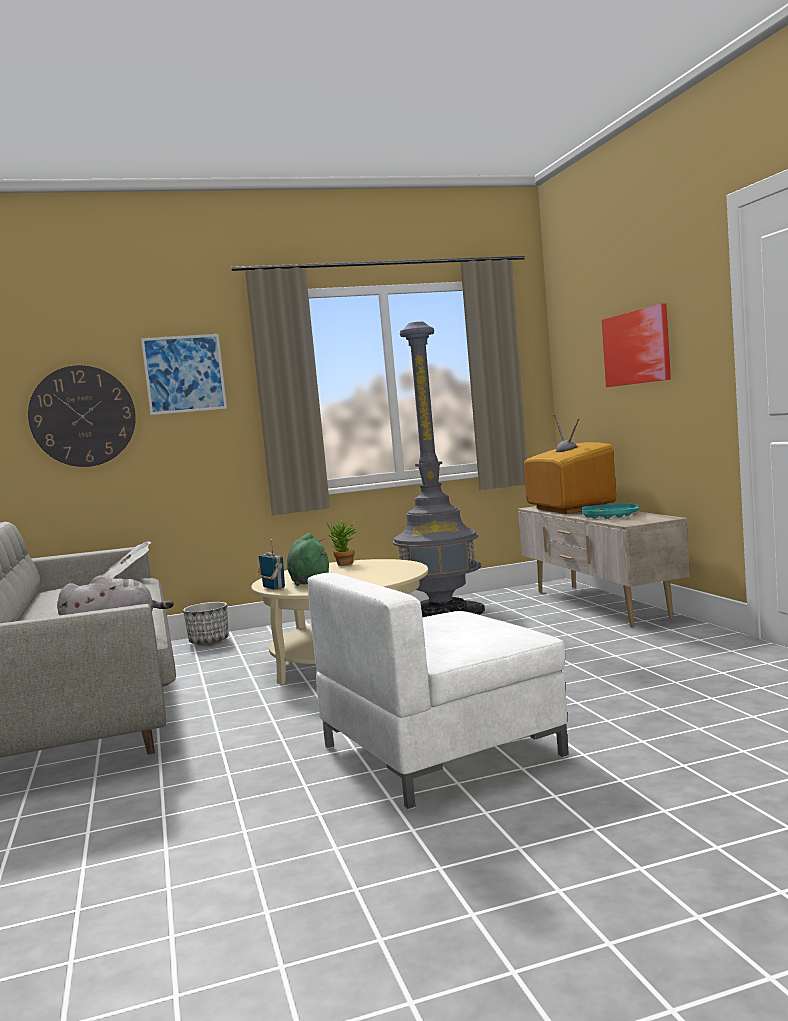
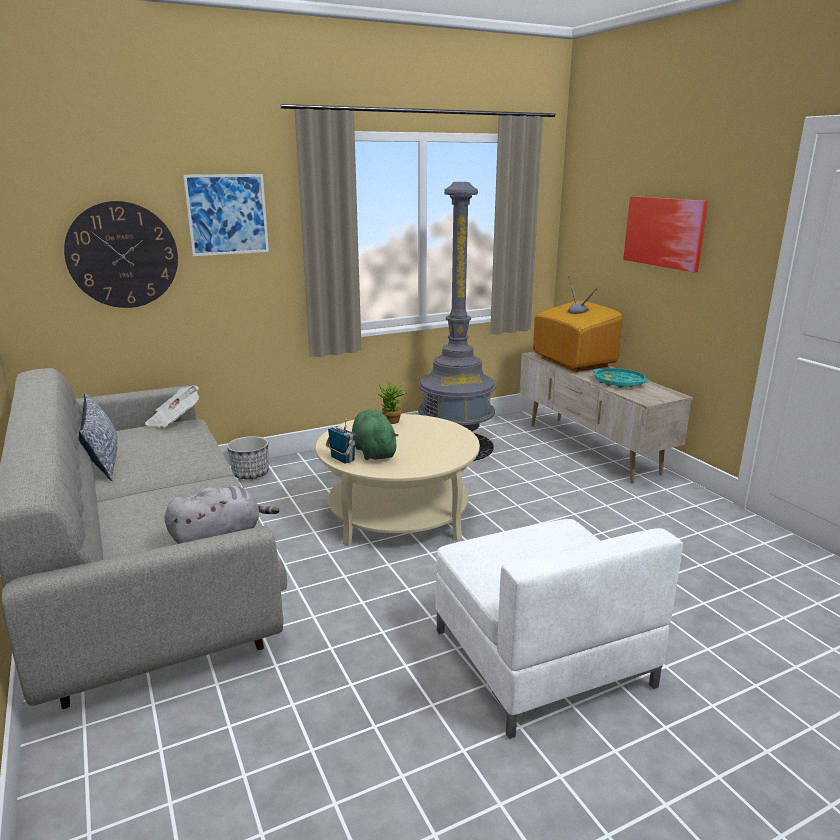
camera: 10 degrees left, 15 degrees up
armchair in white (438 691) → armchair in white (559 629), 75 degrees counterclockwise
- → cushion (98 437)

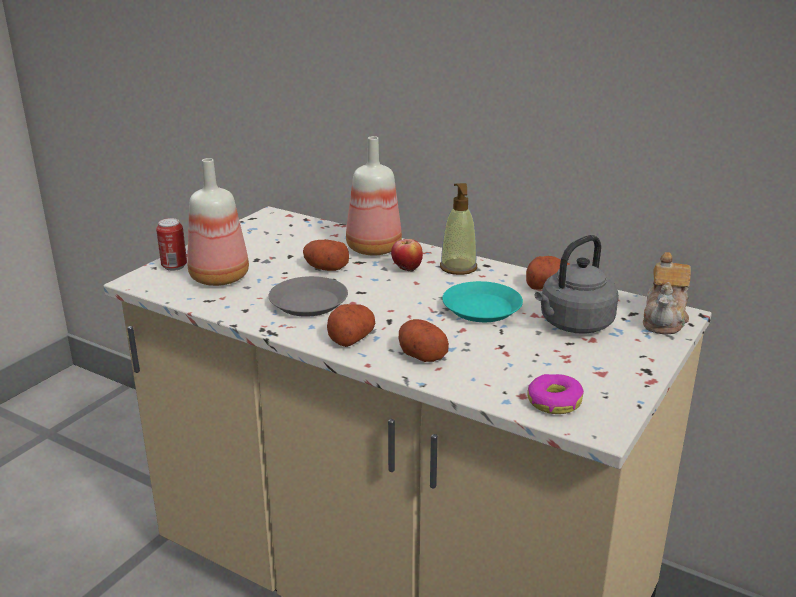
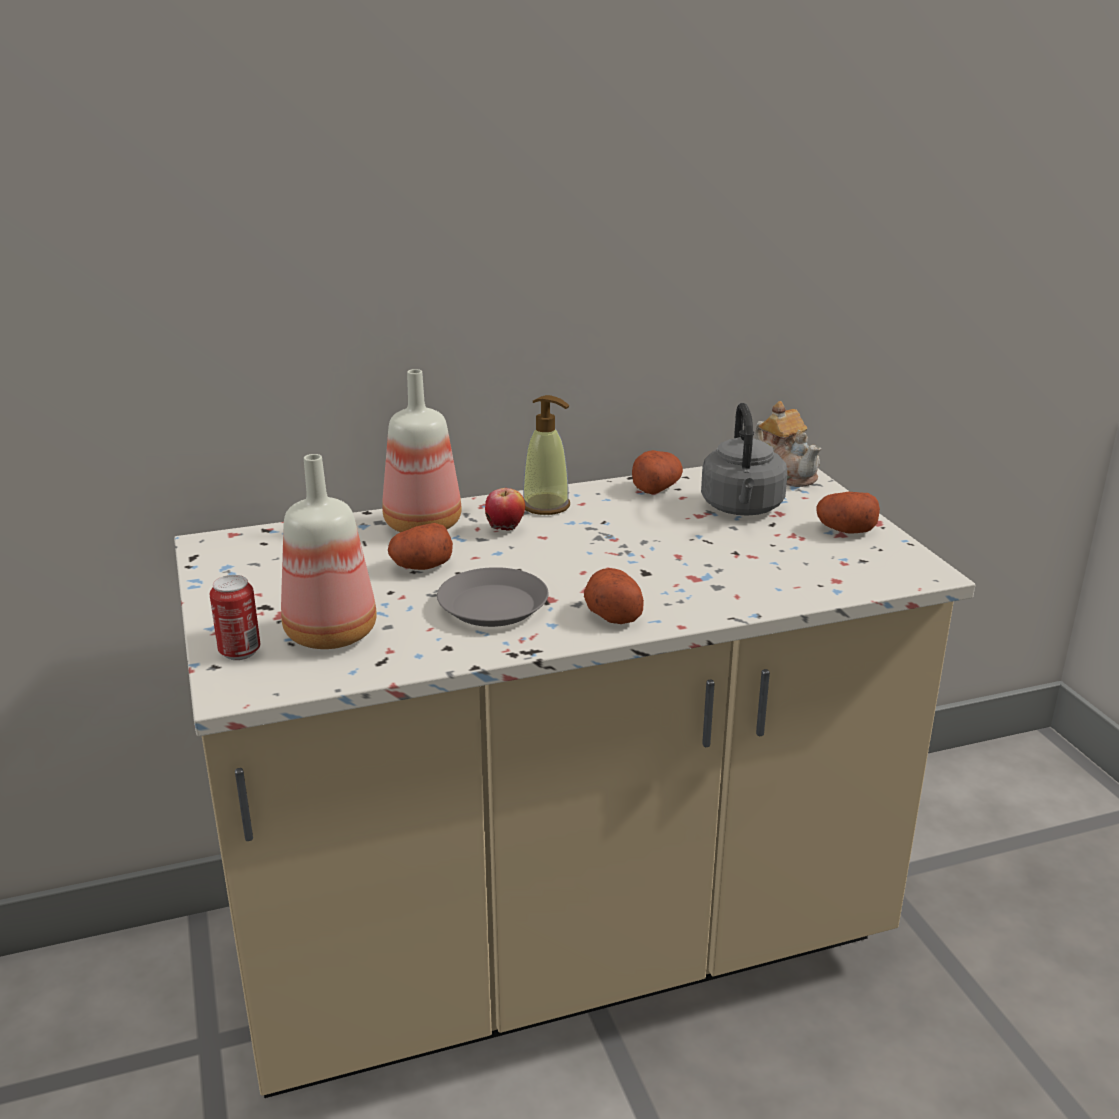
camera: 50 degrees left, 0 degrees up
plate in turquoise (482 301) → -
whole potato (424 340) → whole potato (848 512), move
donut (555 394) → -

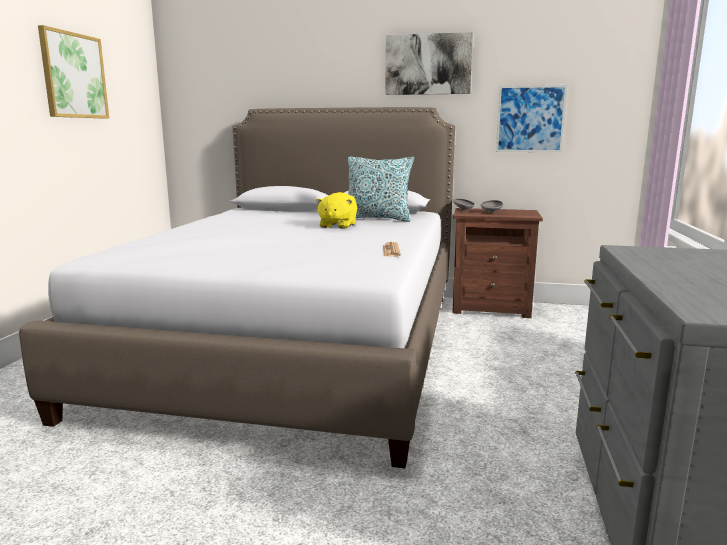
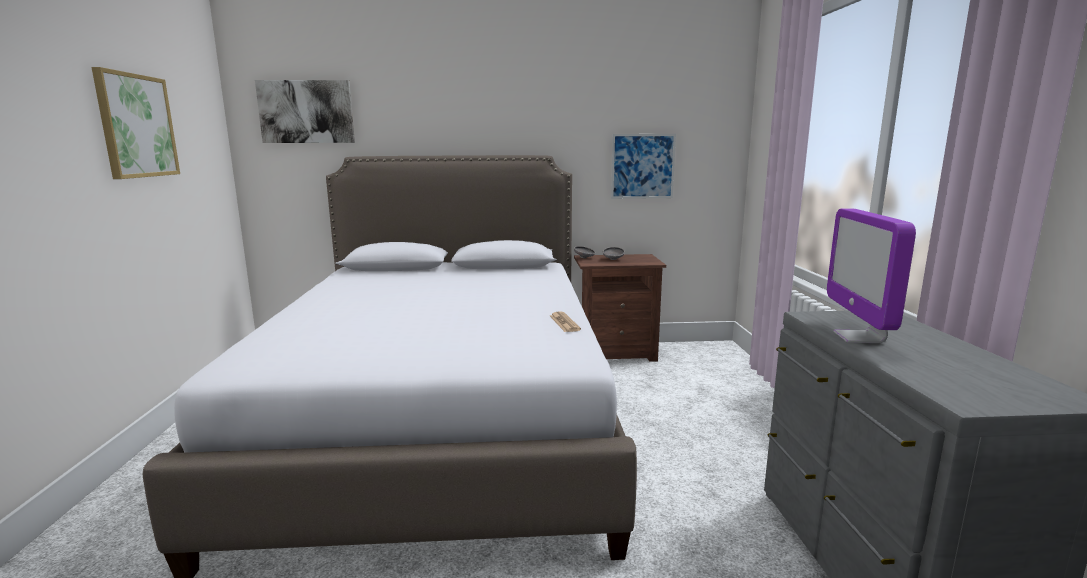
camera: 15 degrees left, 0 degrees up
picture (429 63) → picture (305 111), move
cushion (381 189) → -
cuddly toy in yellowish (336 210) → -
- → monitor (871 276)

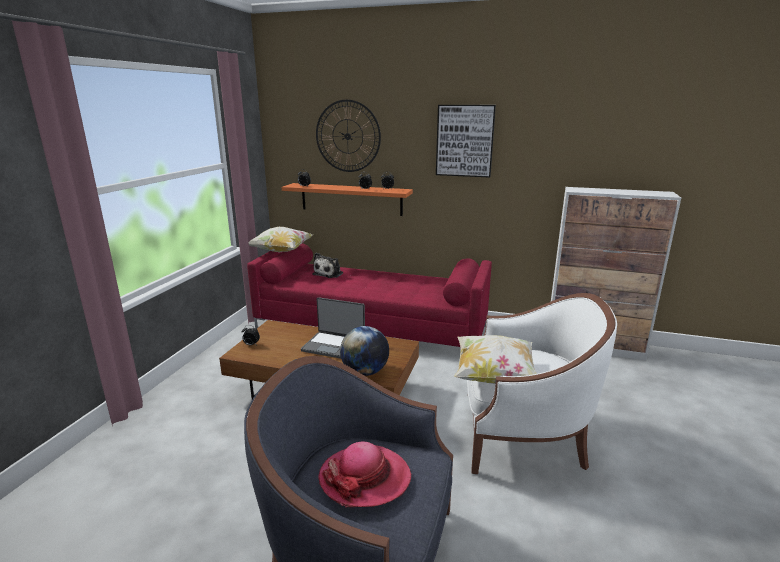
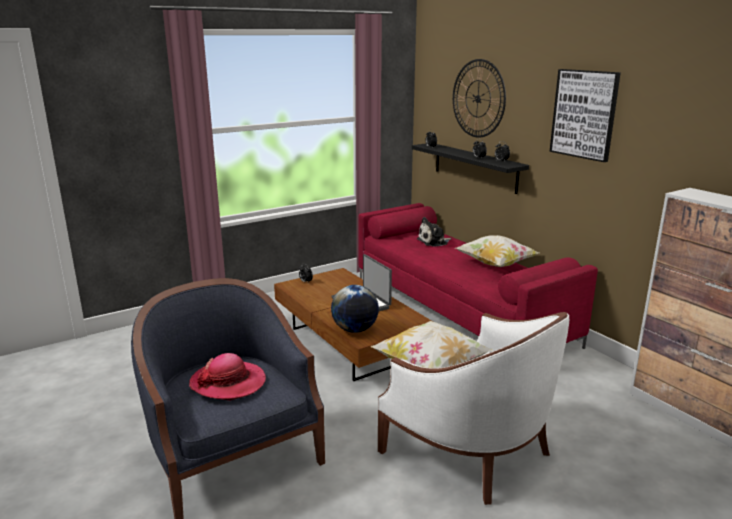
camera: 40 degrees right, 0 degrees up
wall shelf in orange-coloured (347 199) → wall shelf in black-coloured (470 169)
cushion (281 240) → cushion (497 251), move

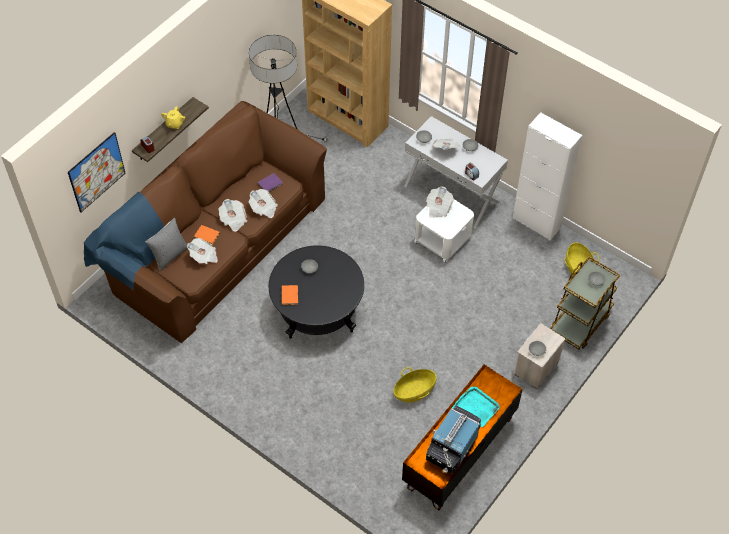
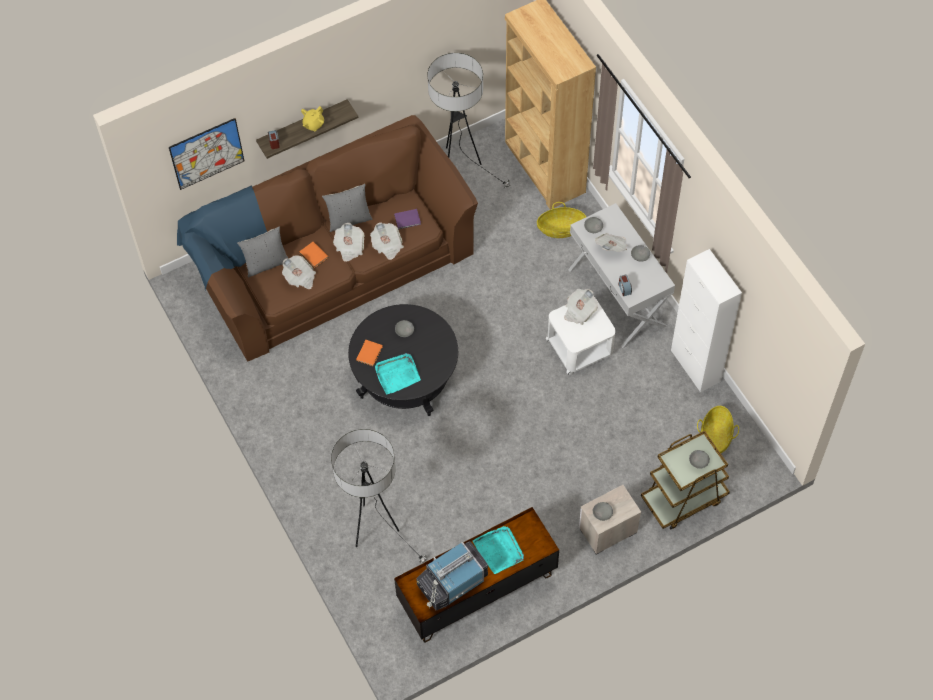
camera: 25 degrees right, 5 degrees up
storage basket (415 384) → storage basket (561 220), move
- → cushion in greyish (347 208)
- → serving tray in turquoise (398 374)
- → standing lamp (379 496)

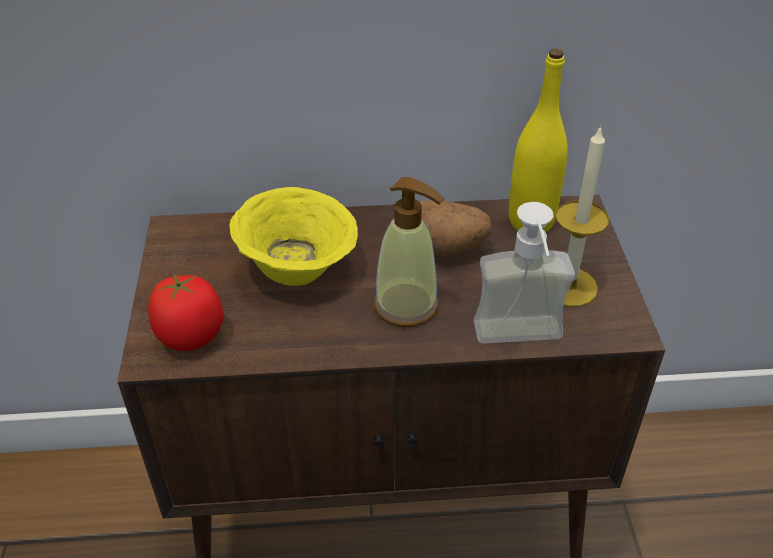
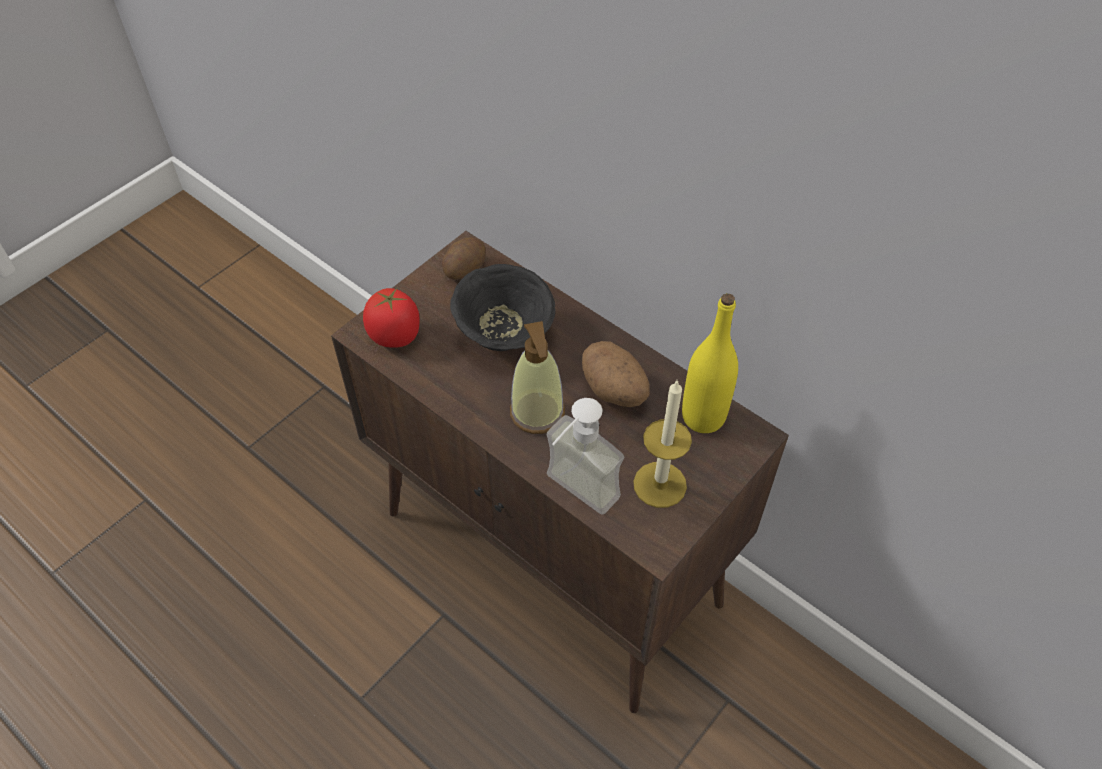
camera: 45 degrees right, 10 degrees up
serving bowl in yellowish (293 236) → serving bowl in black-coloured (503 307)
- → whole potato (464 258)

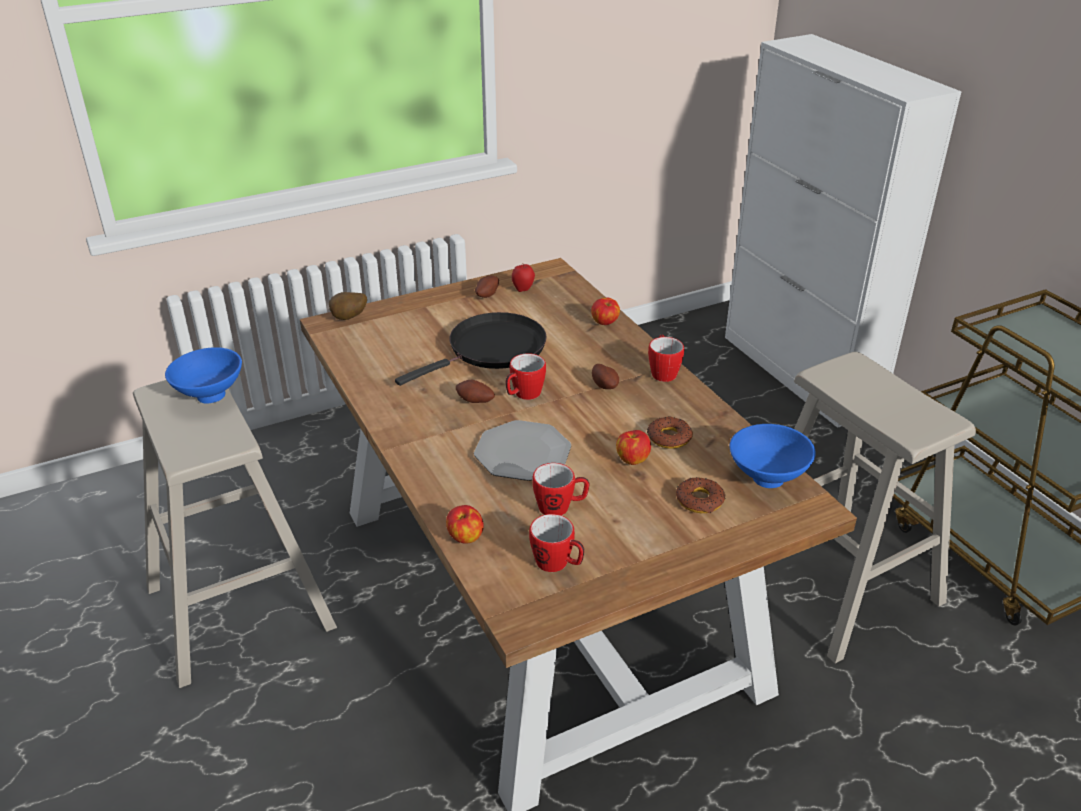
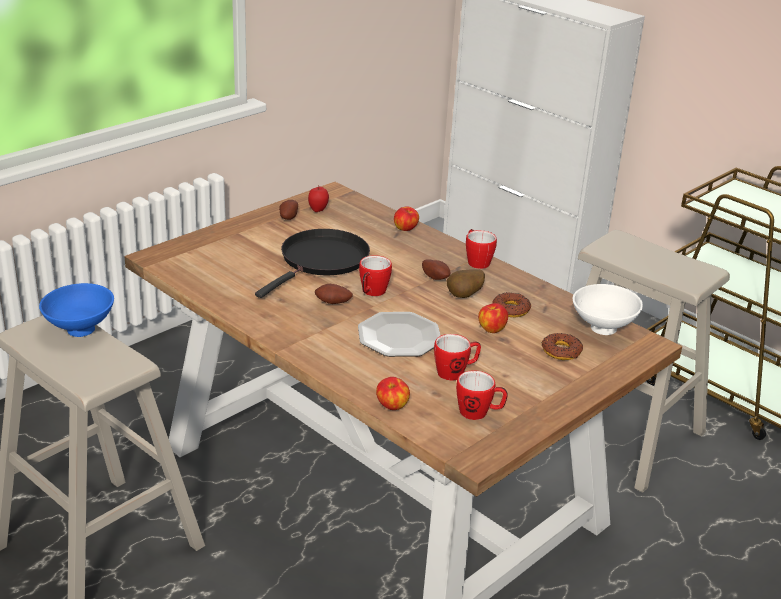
camera: 20 degrees left, 5 degrees down
whole potato (348 306) → whole potato (466 283), move
serving bowl in blue (773 456) → serving bowl in white (608 309)

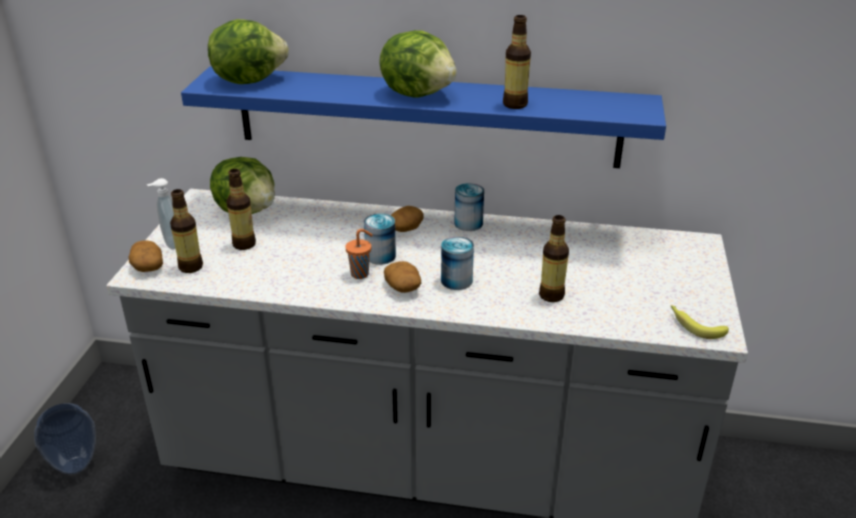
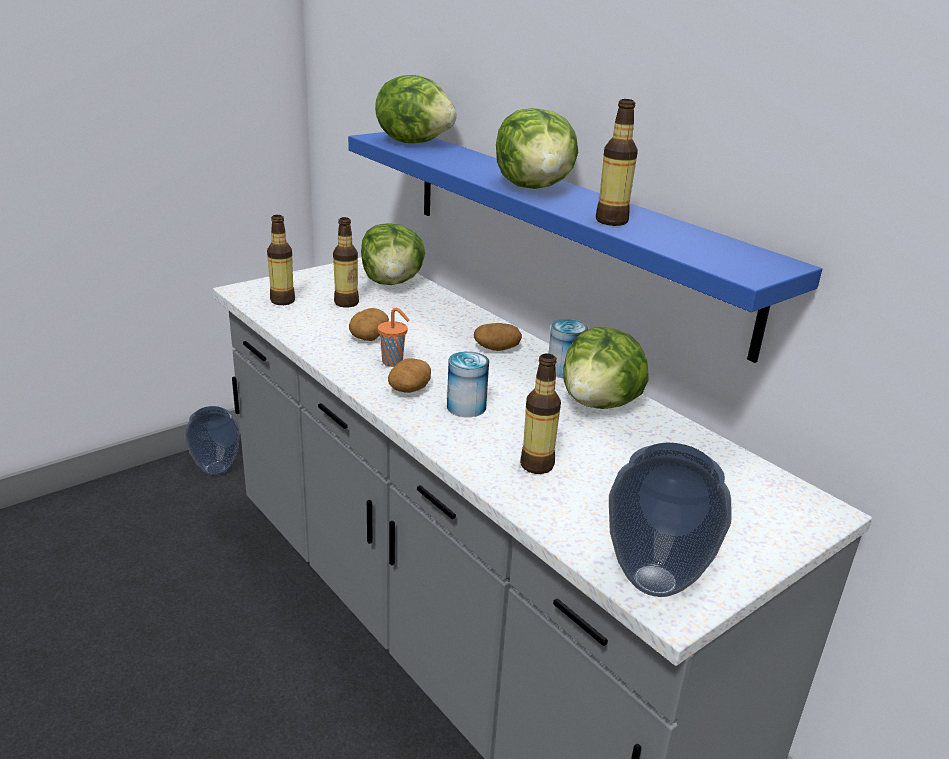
camera: 40 degrees right, 5 degrees down
soap dispenser (161 214) → -
sealed can (380 239) → -
whole potato (146 256) → whole potato (369 324), move
whole banana (700 322) → decorative vase (670 520)
- → lettuce (606 368)

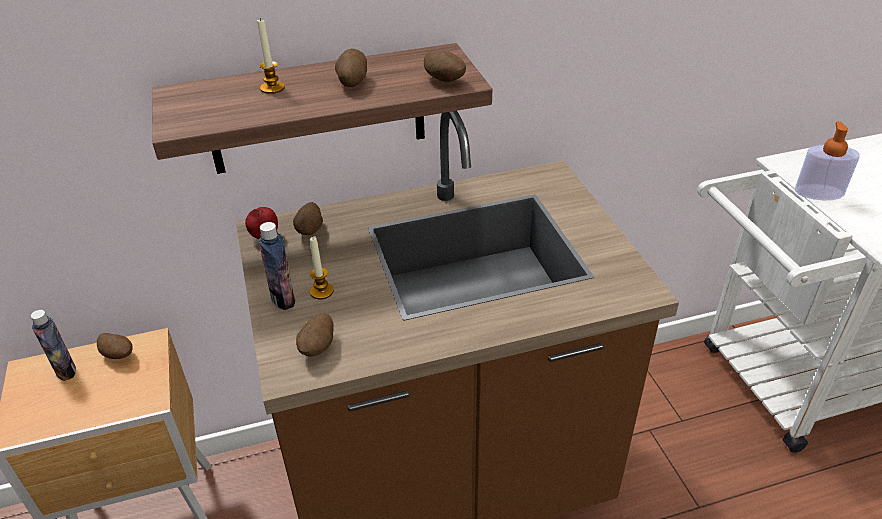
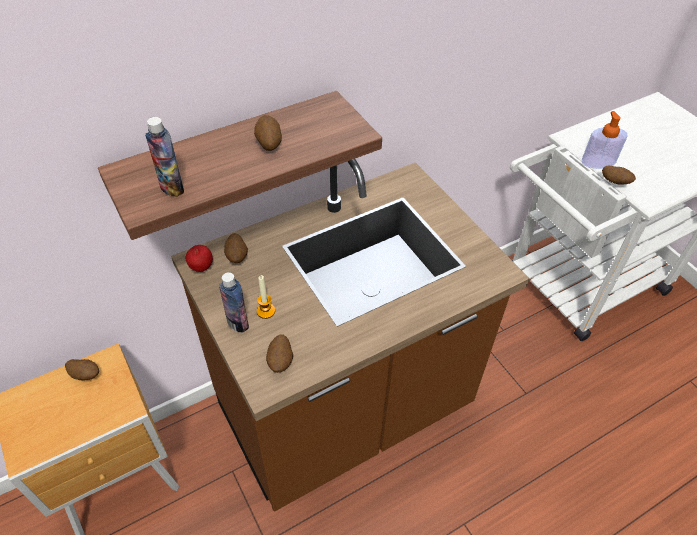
camera: 15 degrees left, 10 degrees up
wax candle (271 56) → -
whole potato (445 66) → whole potato (619 175), move
drink bottle (53 345) → drink bottle (164 157), move

